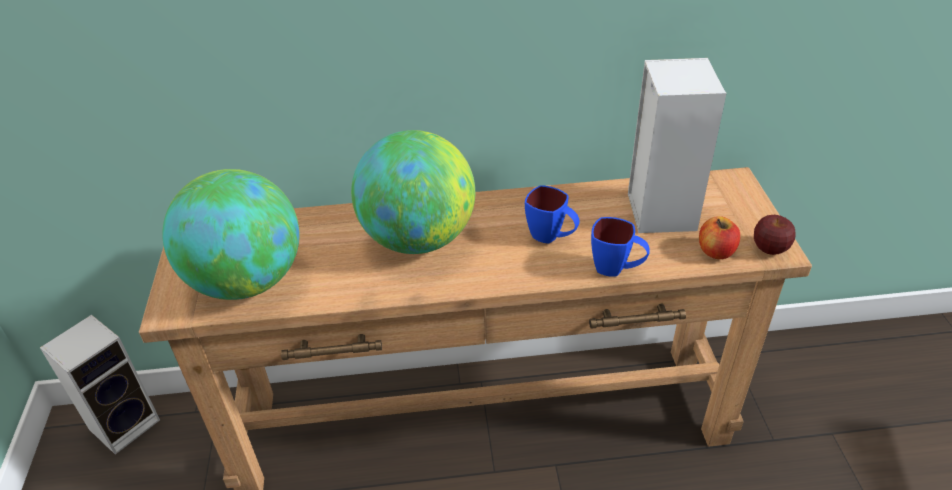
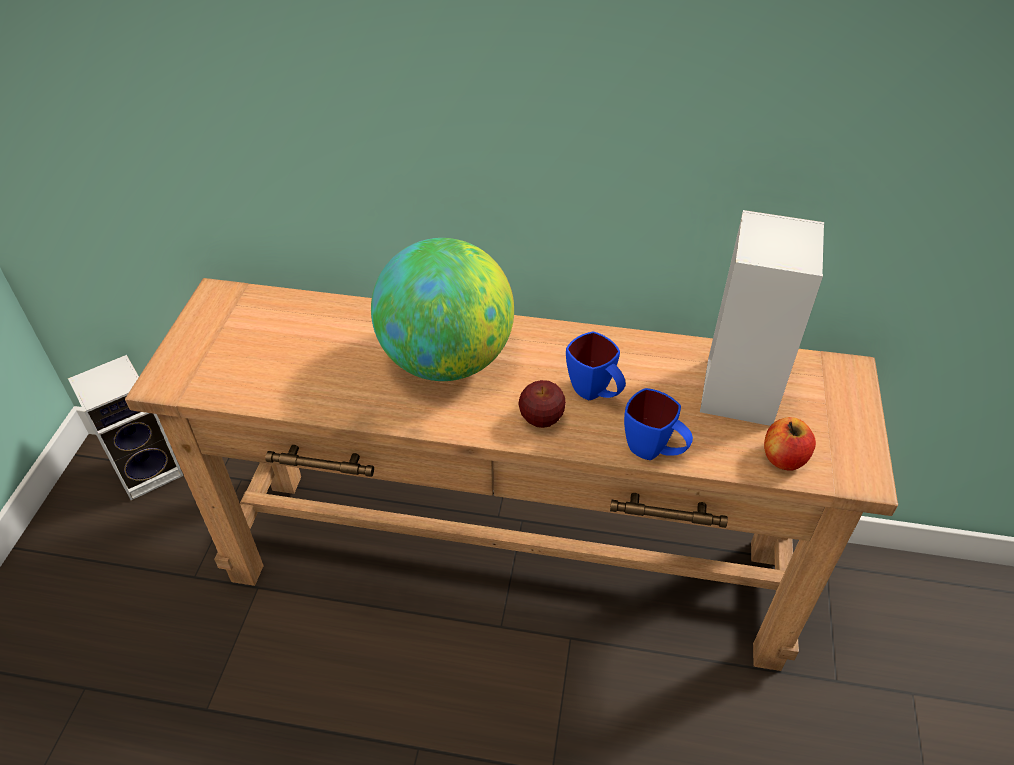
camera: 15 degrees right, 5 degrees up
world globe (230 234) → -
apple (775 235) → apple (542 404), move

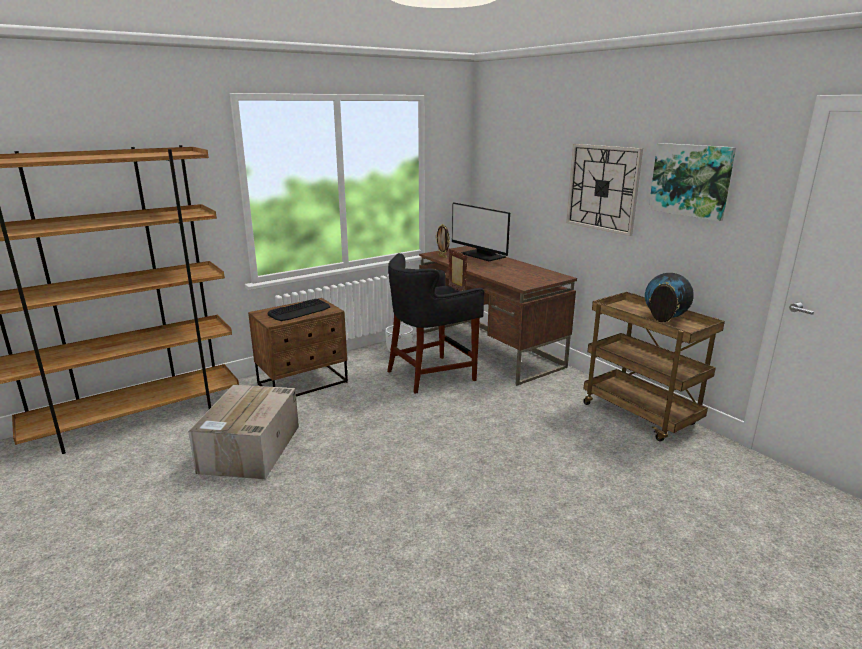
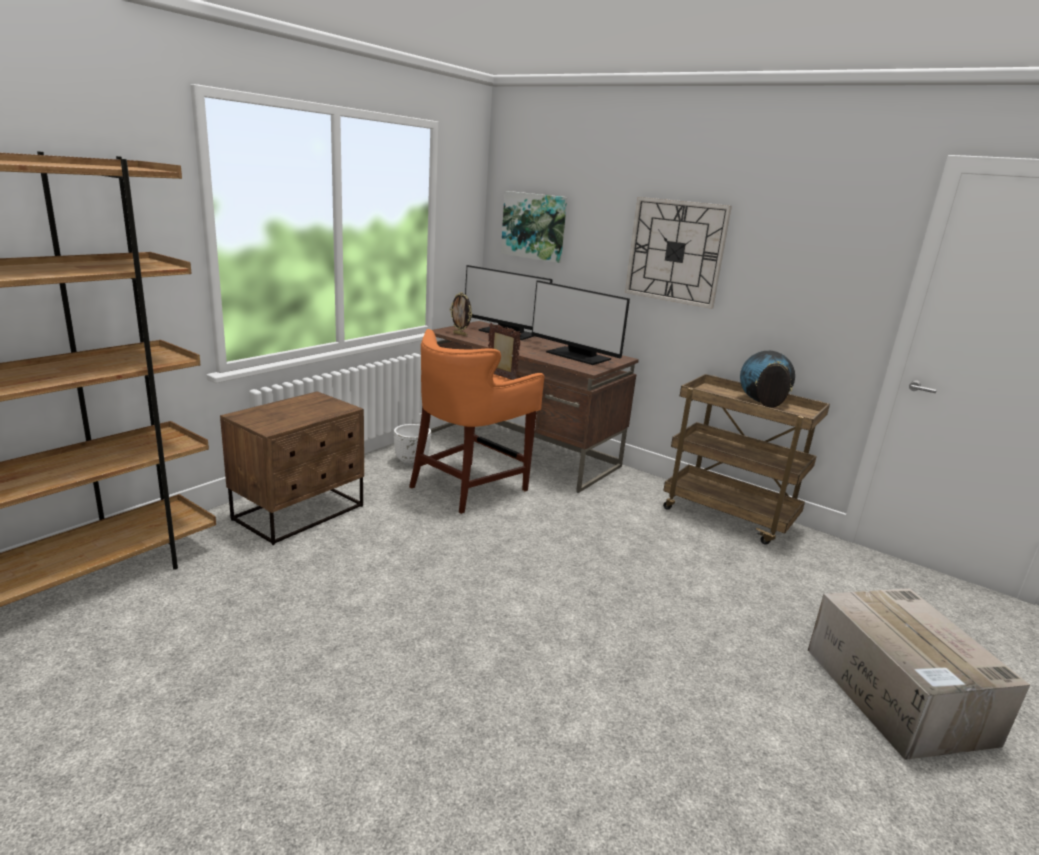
camera: 20 degrees left, 0 degrees up
picture (692 182) → picture (534 227), move
stool in black-coloured (435 323) → stool in orange-coloured (477 421)
computer keyboard (299 310) → -
carton (243 432) → carton (919 674), move
- → monitor (580 322)

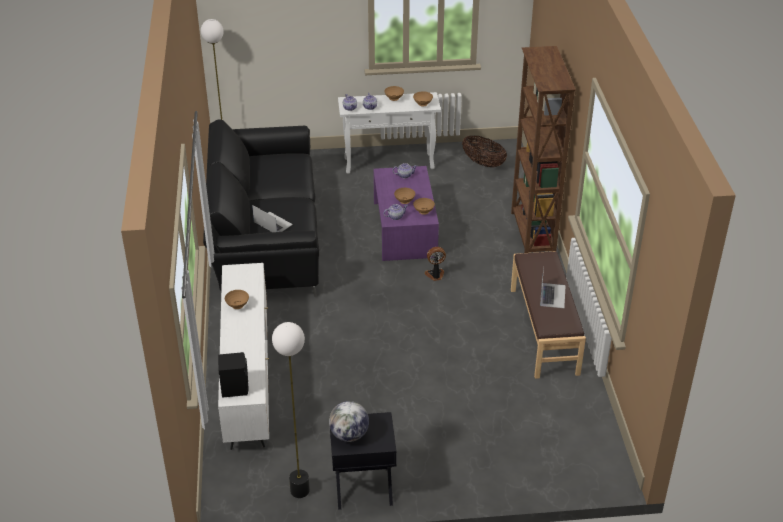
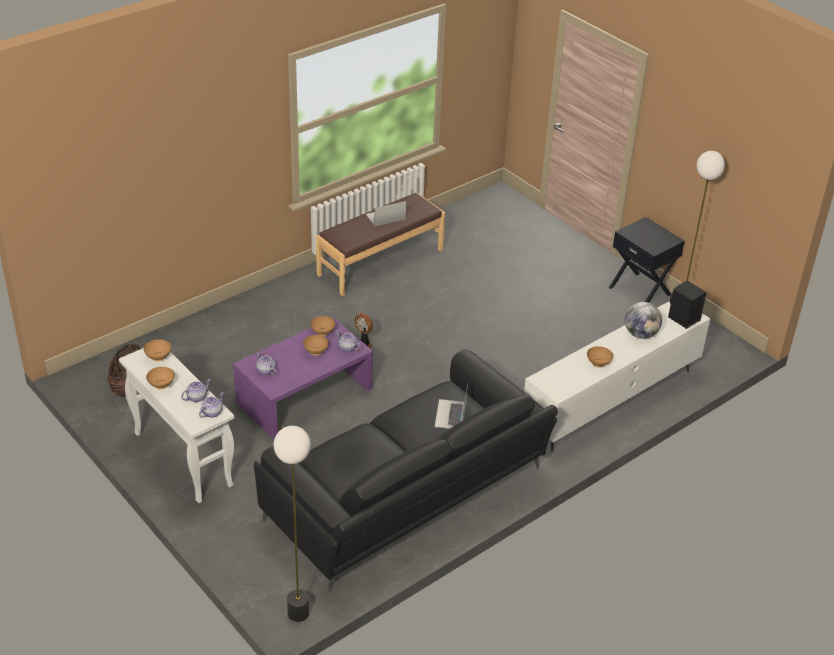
camera: 125 degrees left, 0 degrees up
shelving unit in brown (543 149) → -
world globe (349 421) → world globe (643 320), move

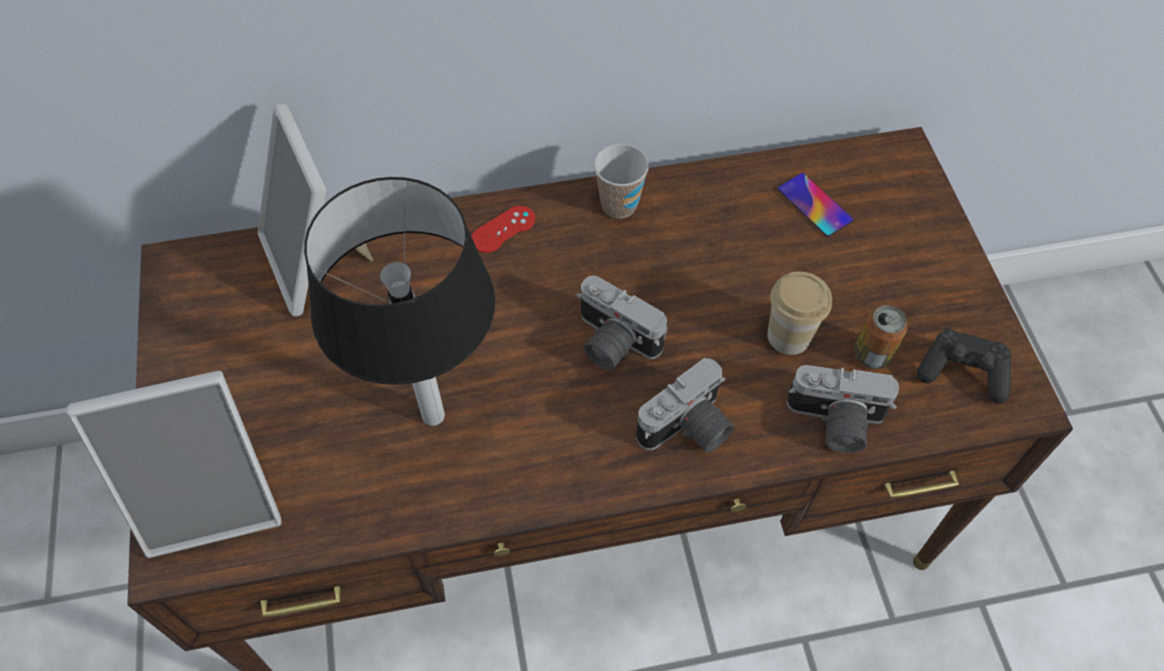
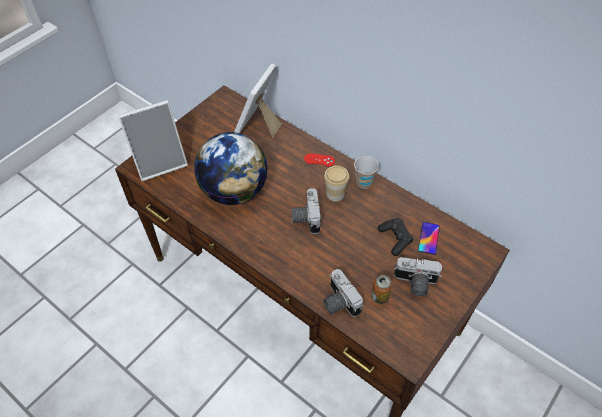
camera: 50 degrees right, 5 degrees down
table lamp (399 301) → world globe (231 168)
small cup (799 313) → small cup (336 184), move
joypad in black-coloured (964 366) → joypad in black-coloured (395 237), move
photo camera (685 405) → photo camera (418 276), move
standing frame (174 464) → standing frame (153 140), 60 degrees counterclockwise

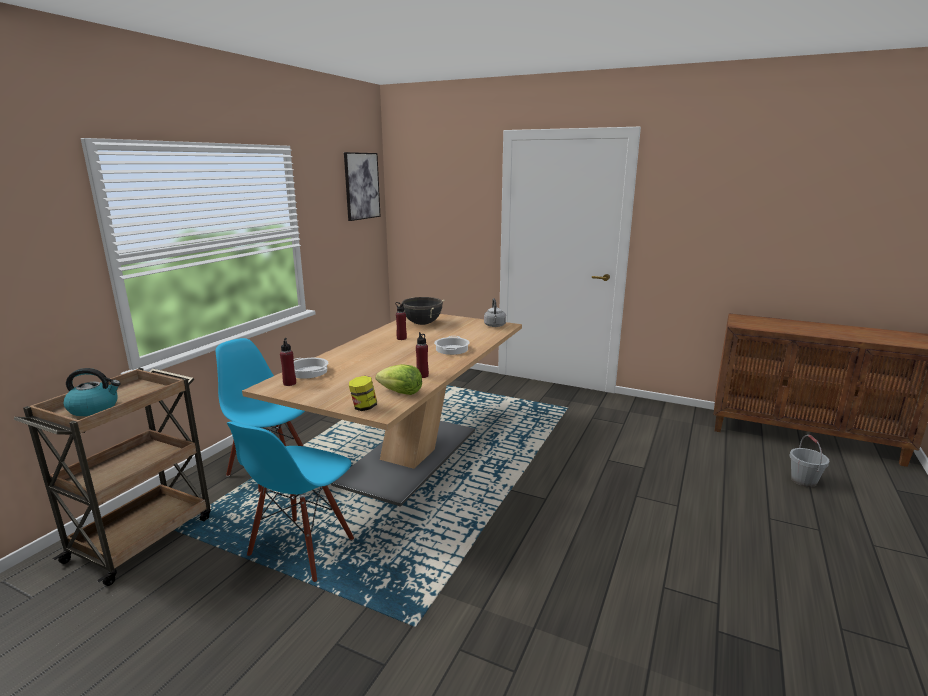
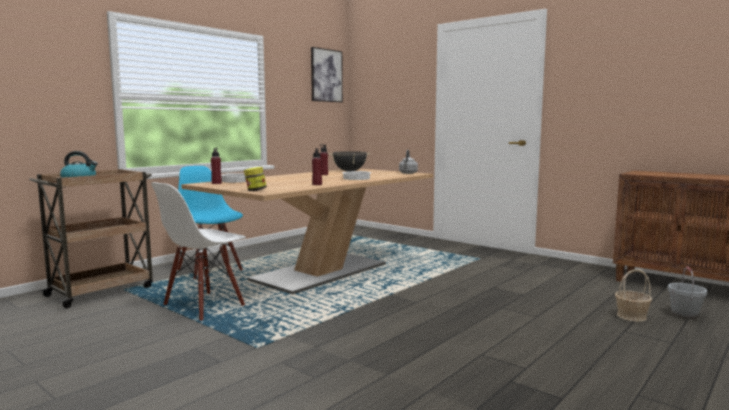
camera: 15 degrees right, 10 degrees down
lettuce (398 379) → -
plain chair in blue (290 501) → plain chair in white (198 251)
- → storage basket (633 295)

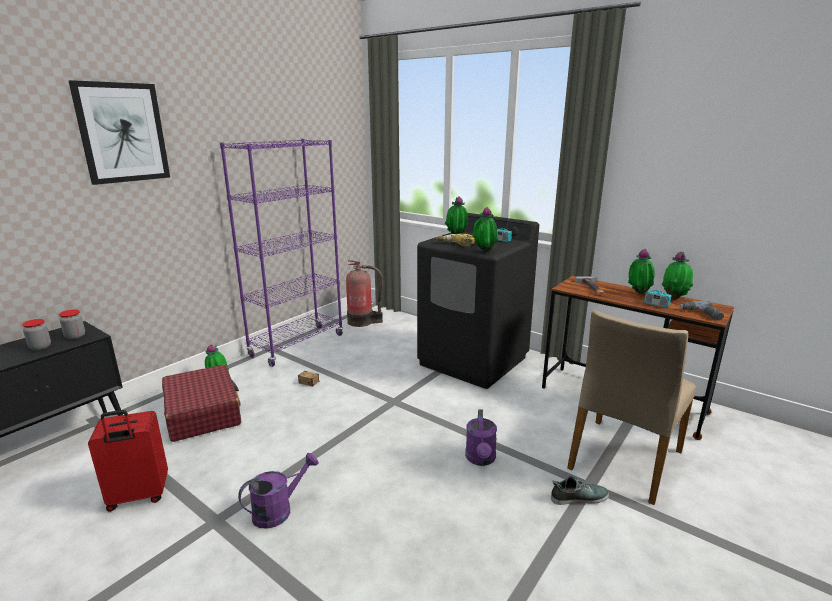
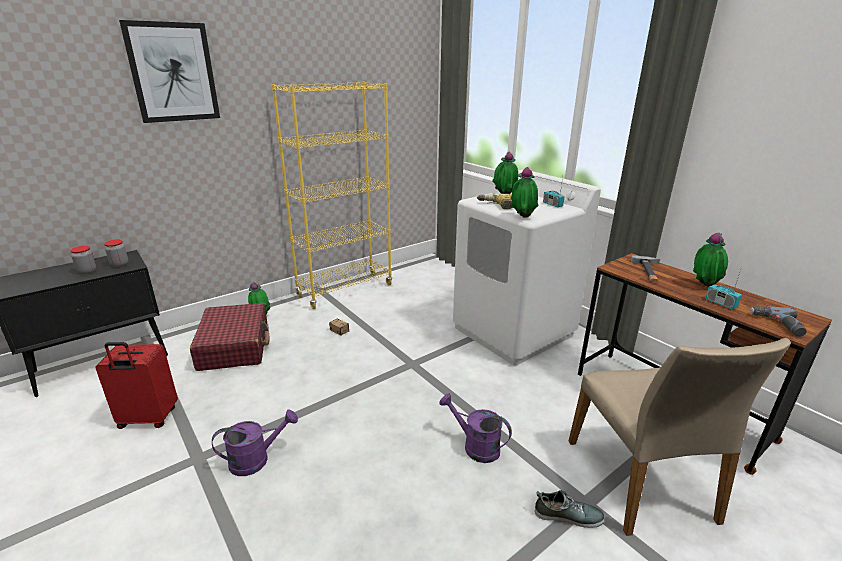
camera: 15 degrees right, 5 degrees up
shelving unit in purple-coloured (281 253) → shelving unit in yellowish (332 195)
washing machine in black-coloured (478 301) → washing machine in white (527 268)
houseplant (677 276) → -
extinguisher (364 293) → -
plain chair in beige-coloured (631 407) → plain chair in beige-coloured (680 437), 60 degrees counterclockwise
sprinkling can in purple-coloured (481 437) → sprinkling can in purple-coloured (475 428), 105 degrees clockwise

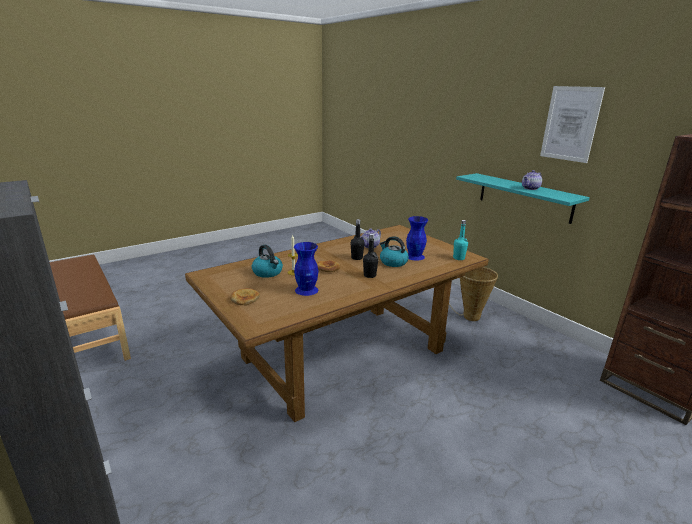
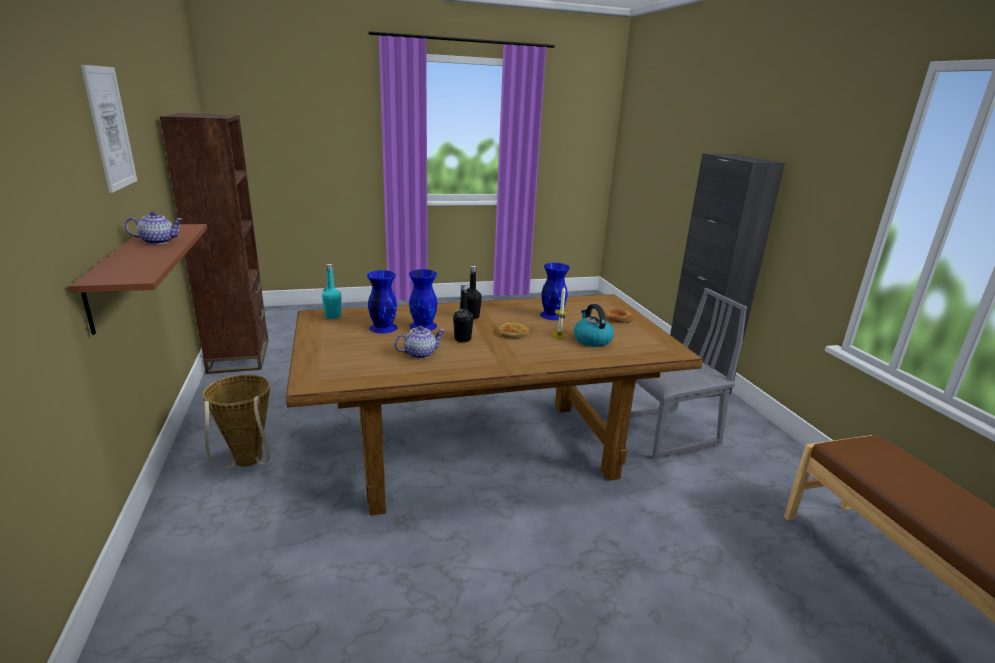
camera: 160 degrees left, 0 degrees up
wall shelf in turquoise (523 198) → wall shelf in brown (138 279)
water kettle (394 251) → decorative vase in blue (423 300)
- → plain chair in greyish (688 373)

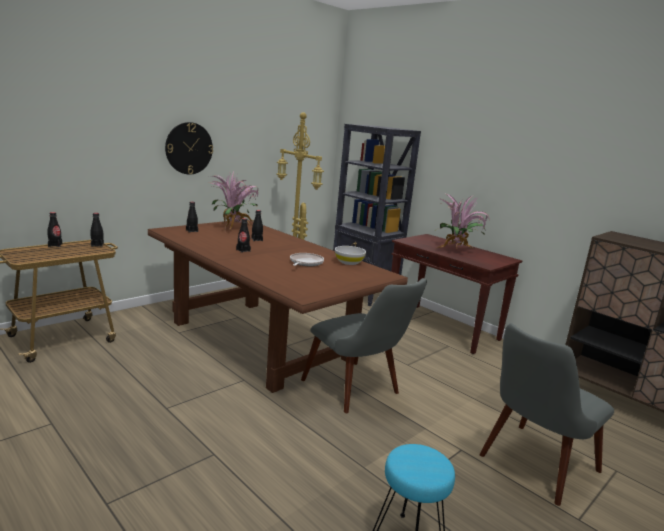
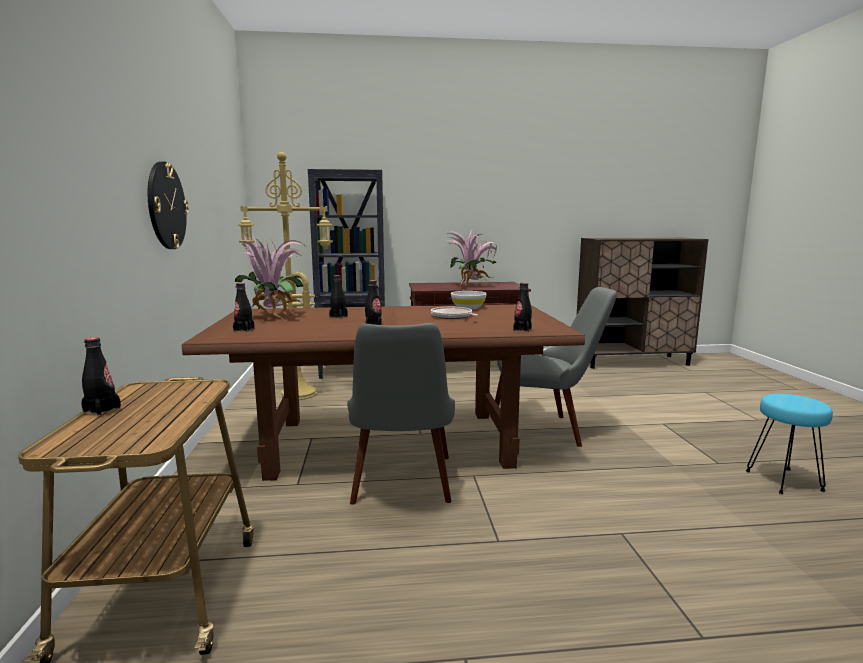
camera: 50 degrees left, 5 degrees down
drink bottle in black-coloured (97 230) → drink bottle in black-coloured (522 307), move
plain chair in greyish (546 414) → plain chair in greyish (401 414), move

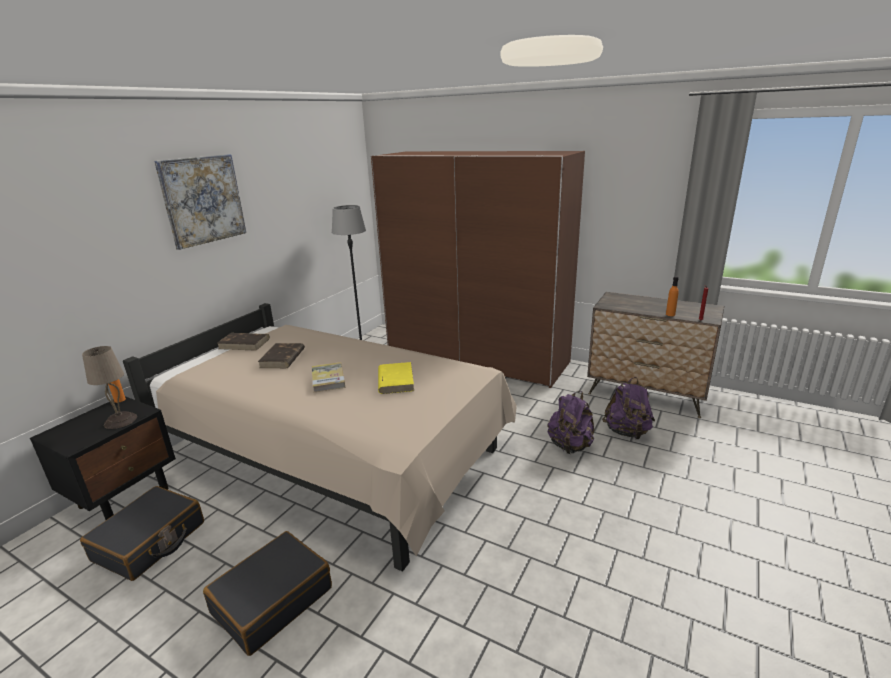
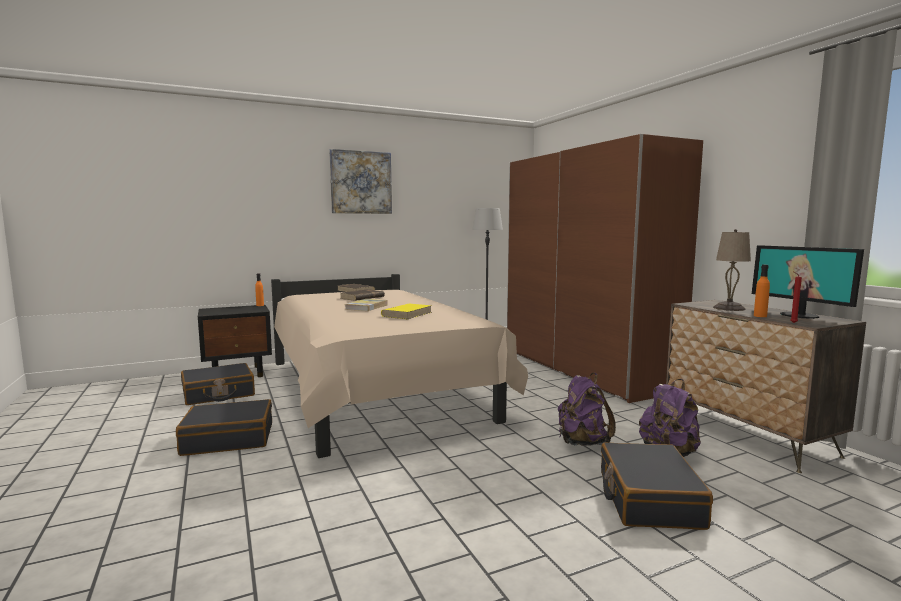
camera: 35 degrees right, 15 degrees down
table lamp in beige-coloured (109 387) → table lamp in beige-coloured (732 270), move
- → monitor (808 282)
- → piece of luggage in black-coloured (657 486)

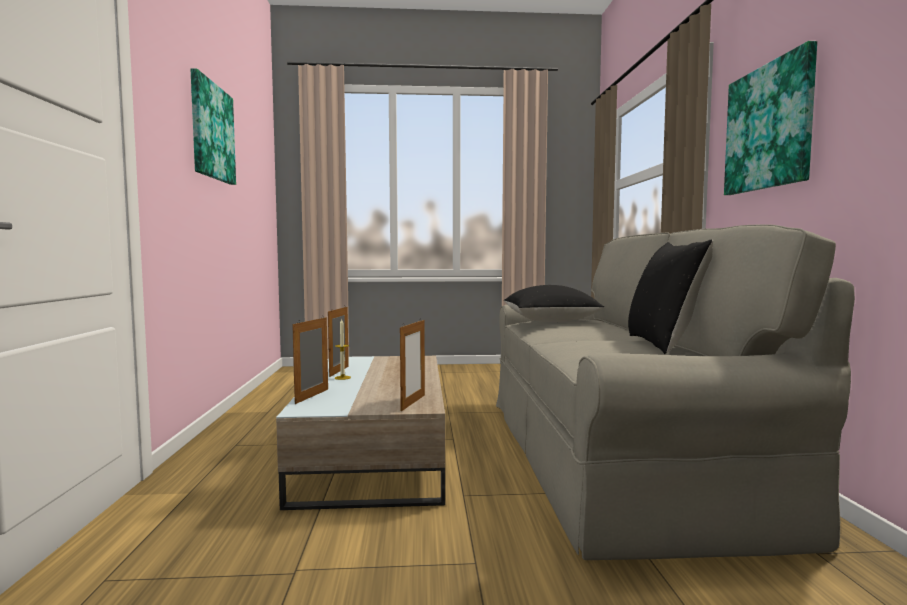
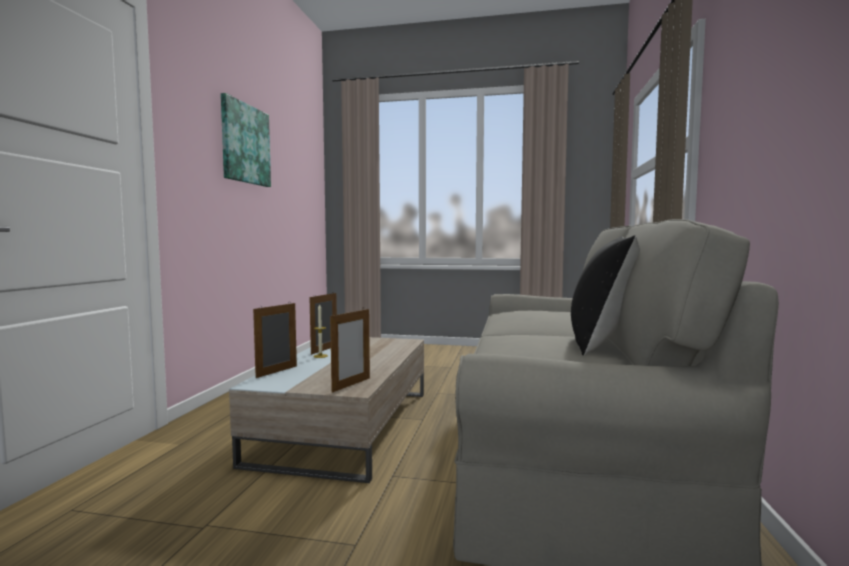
camera: 15 degrees right, 0 degrees up
picture (770 118) → -
cushion in black-coloured (554 303) → -

